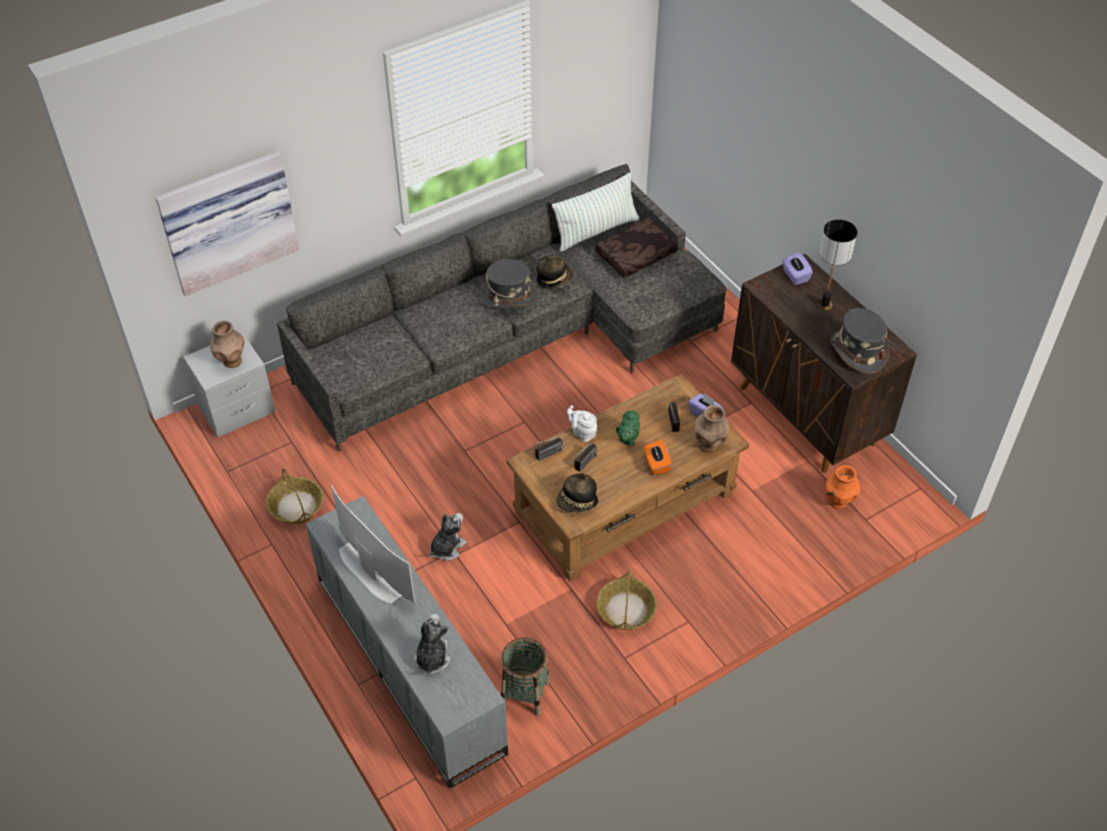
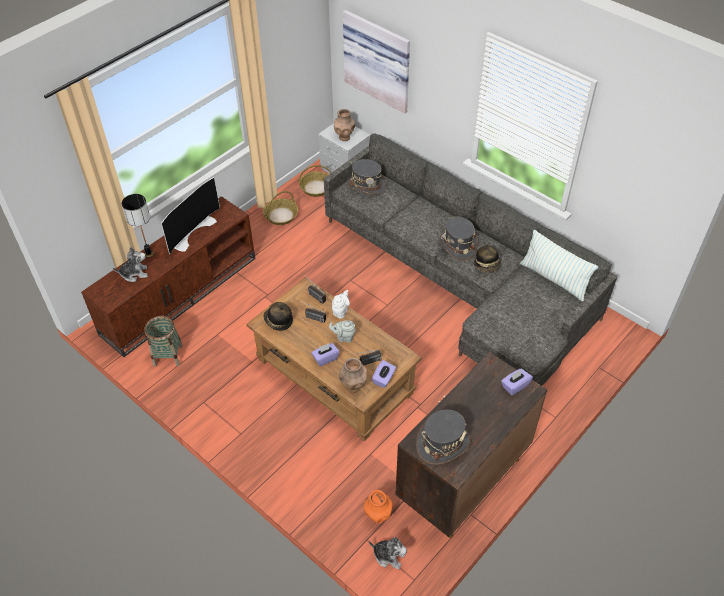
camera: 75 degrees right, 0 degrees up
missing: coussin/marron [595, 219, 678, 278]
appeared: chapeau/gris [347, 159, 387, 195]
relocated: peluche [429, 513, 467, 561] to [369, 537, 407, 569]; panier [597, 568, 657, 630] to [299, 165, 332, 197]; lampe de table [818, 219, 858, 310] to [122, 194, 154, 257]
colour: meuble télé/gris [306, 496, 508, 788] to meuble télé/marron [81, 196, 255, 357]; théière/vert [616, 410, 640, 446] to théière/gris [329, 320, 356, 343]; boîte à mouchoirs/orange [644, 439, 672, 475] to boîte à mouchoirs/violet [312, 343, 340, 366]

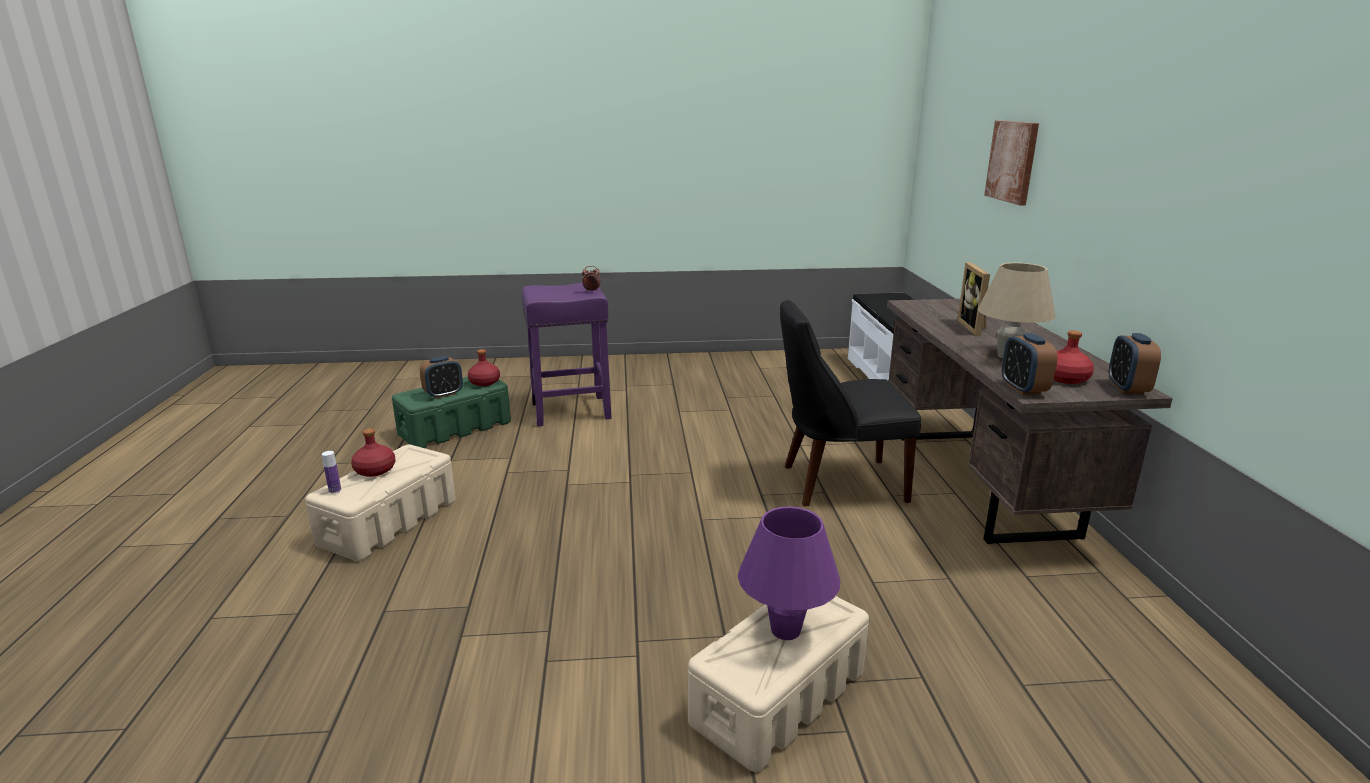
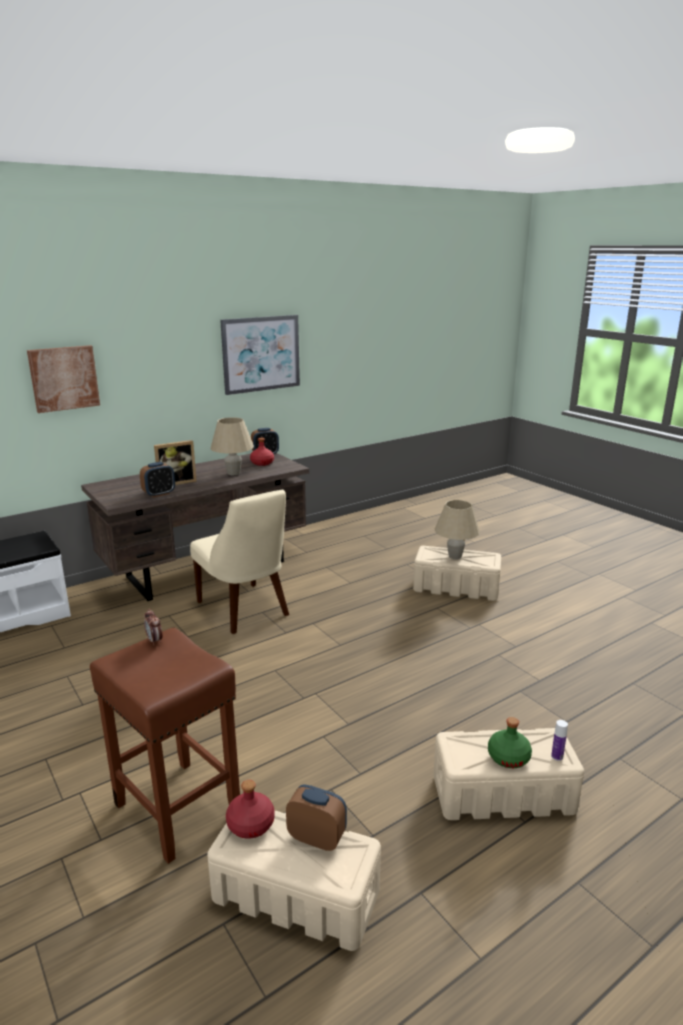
camera: 120 degrees left, 0 degrees up
appeared: tableau [220, 315, 300, 395]
relocated: réveil [1002, 333, 1057, 395] to [140, 462, 175, 497]
colour: bouteille/rouge [351, 428, 396, 477] to bouteille/vert [488, 717, 532, 768]; boîte de rangement/vert [392, 377, 511, 448] to boîte de rangement/beige [207, 810, 381, 951]; tabouret/violet [522, 283, 612, 426] to tabouret/marron [90, 628, 240, 864]; lampe de table/violet [738, 506, 840, 640] to lampe de table/beige [435, 500, 480, 559]; chaise/noir [780, 300, 921, 506] to chaise/beige [190, 490, 289, 634]

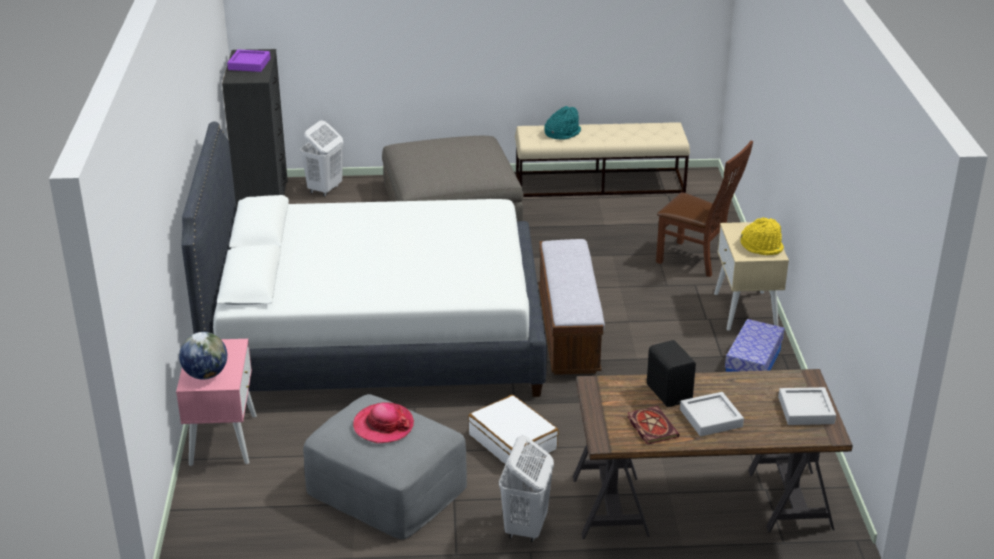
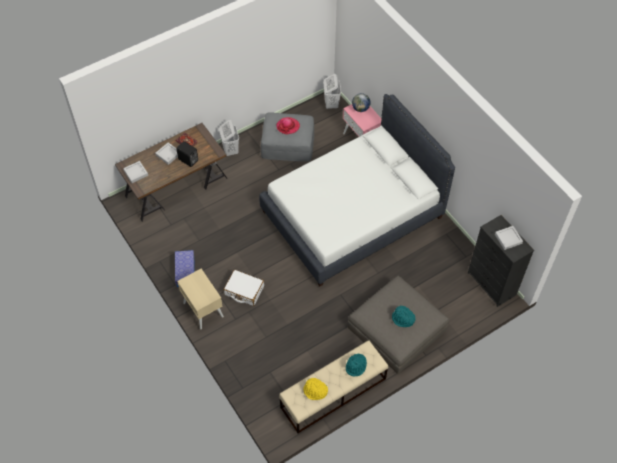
camera: 150 degrees right, 25 degrees up
missing: banc [539, 239, 605, 375]; chaise/marron [656, 141, 753, 277]
appeared: chapeau/turquoise [392, 306, 416, 327]
relocated: panier à linge/blanc [300, 121, 343, 197] to [323, 74, 341, 109]; valise/blanc [468, 395, 559, 465] to [223, 269, 264, 306]; chapeau/jaune [741, 217, 784, 255] to [303, 378, 328, 400]
colour: plateau/violet [227, 49, 271, 72] to plateau/gris [495, 226, 523, 250]

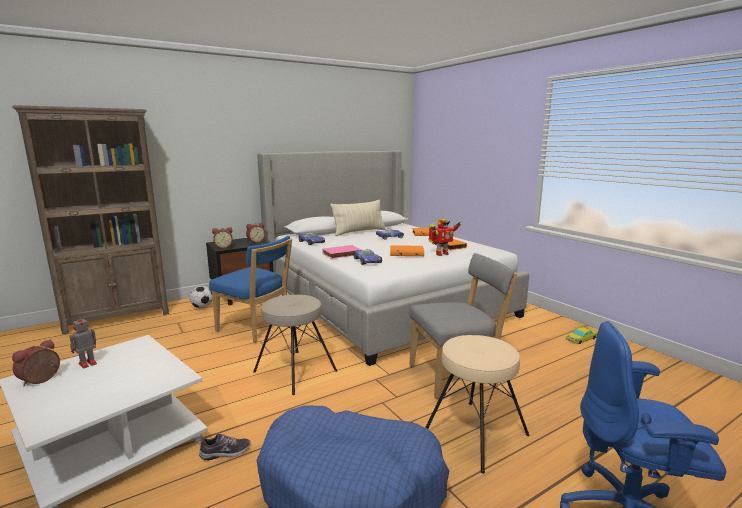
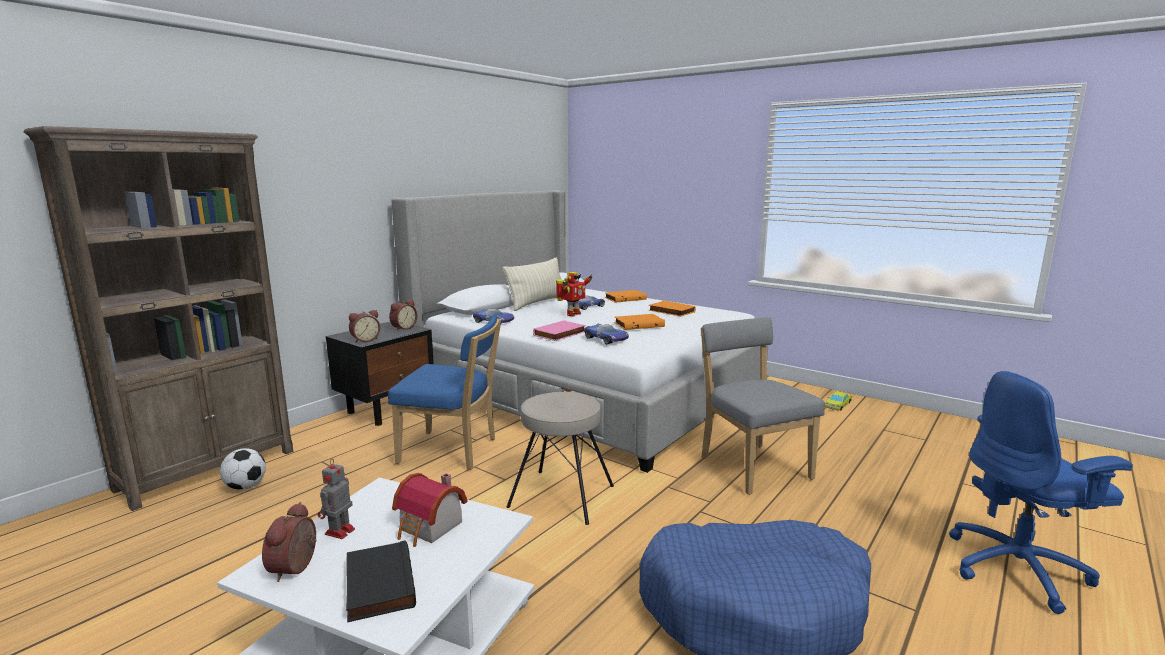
camera: 20 degrees left, 0 degrees up
missing: chaussure [199, 434, 251, 460]; tabouret/beige [425, 335, 530, 474]
appeared: livre/noir [346, 540, 416, 622]; maison miniature [392, 473, 467, 547]
relocated: ballon de foot [190, 286, 213, 308] to [220, 448, 266, 490]; robot jouet [429, 219, 461, 256] to [556, 272, 593, 316]
spun: chaise/gris [409, 253, 517, 399] = [701, 317, 825, 495] 75 degrees counterclockwise

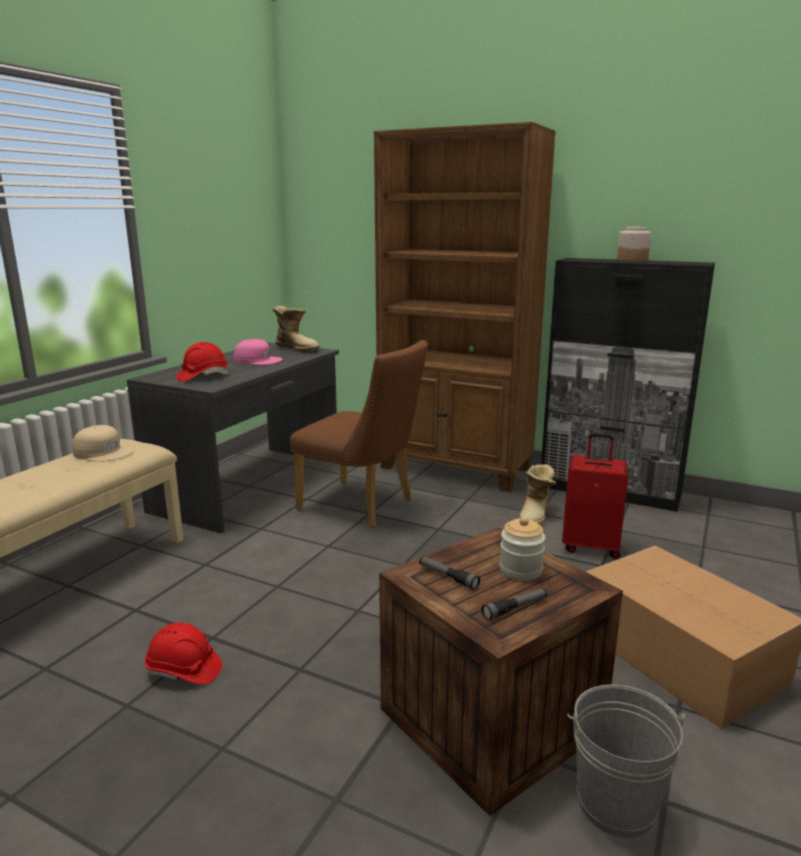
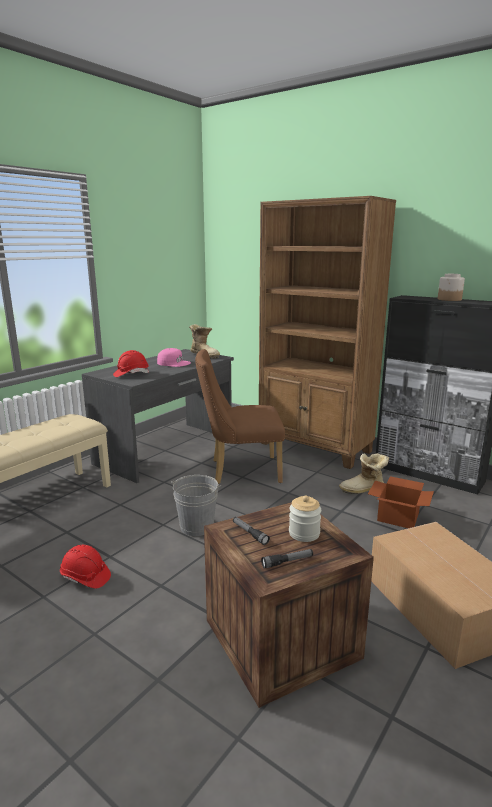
camera: 10 degrees right, 0 degrees up
missing: casquette/beige [72, 425, 134, 462]
relocated: seau/gris [567, 684, 685, 838] to [171, 475, 221, 536]
exchanged: valise/rouge [562, 433, 628, 559] to carton [368, 476, 434, 528]
spun: chaise/marron [290, 340, 428, 528] = [195, 349, 285, 484] 135 degrees clockwise; botte [518, 464, 556, 525] = [339, 453, 389, 494] 45 degrees clockwise

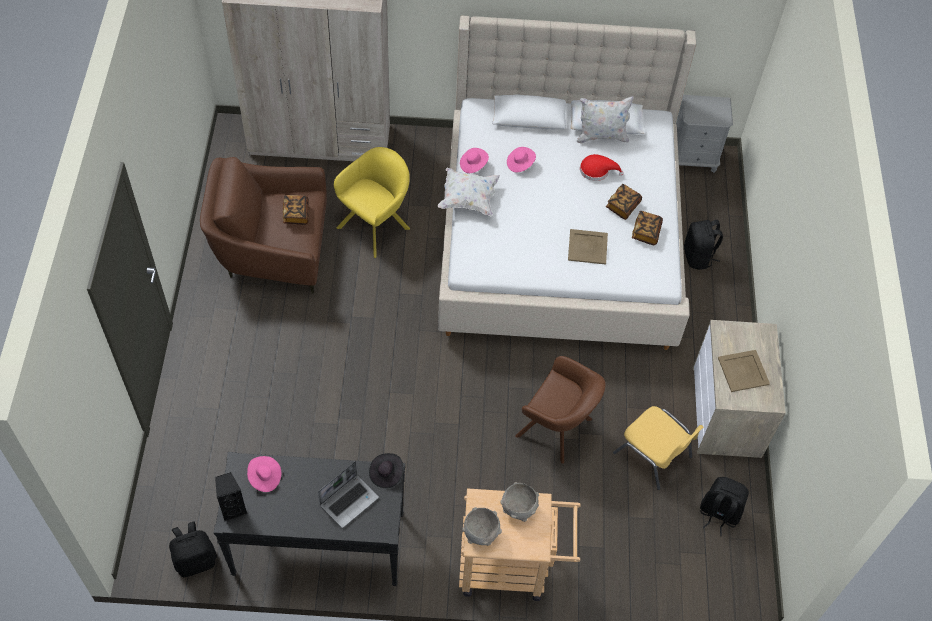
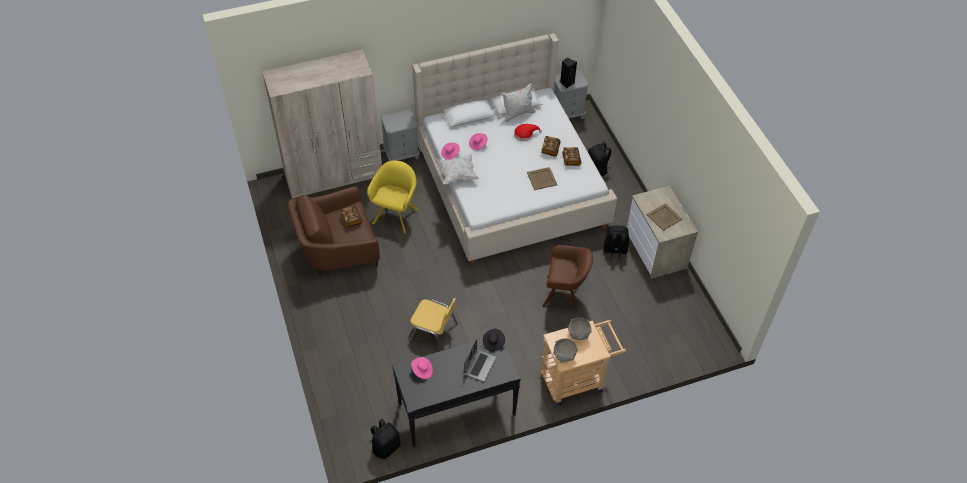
camera: 20 degrees left, 5 degrees down
appeared: table de chevet/gris [380, 109, 420, 161]
relocated: enceinte/noir [215, 472, 248, 522] to [560, 58, 577, 89]; chaise/jaune [613, 406, 704, 490] to [408, 298, 458, 350]; sac à dos/noir [700, 477, 749, 536] to [603, 225, 629, 261]

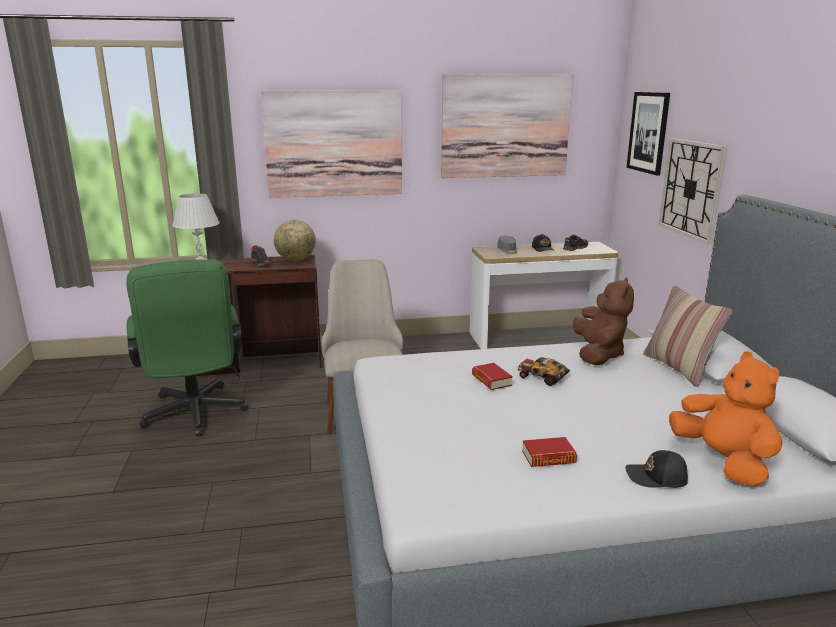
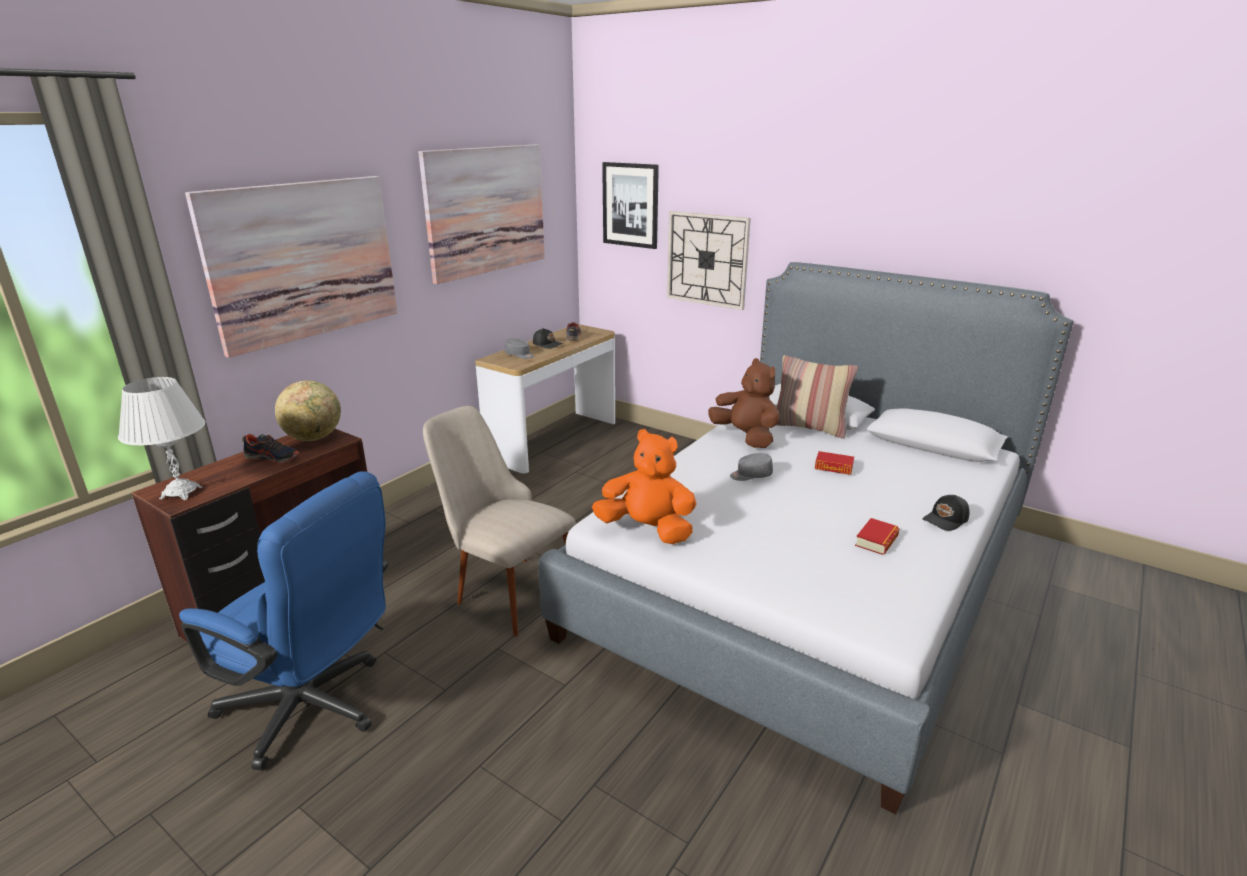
camera: 45 degrees left, 5 degrees up
relocated: livre [472, 363, 513, 390] to [815, 451, 854, 475]; peluche/orange [669, 351, 782, 486] to [592, 429, 697, 544]
exchanged: petite voiture [517, 357, 570, 386] to casquette/gris [730, 453, 773, 481]
colour: chaise de bureau/vert [126, 259, 249, 437] to chaise de bureau/bleu [179, 471, 388, 770]

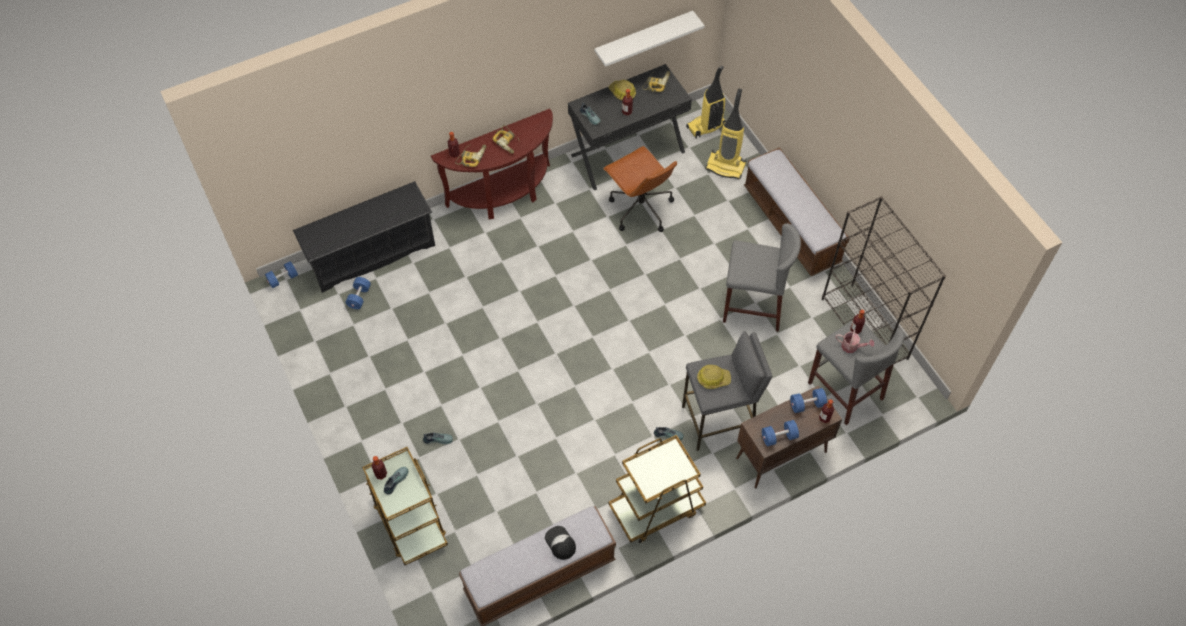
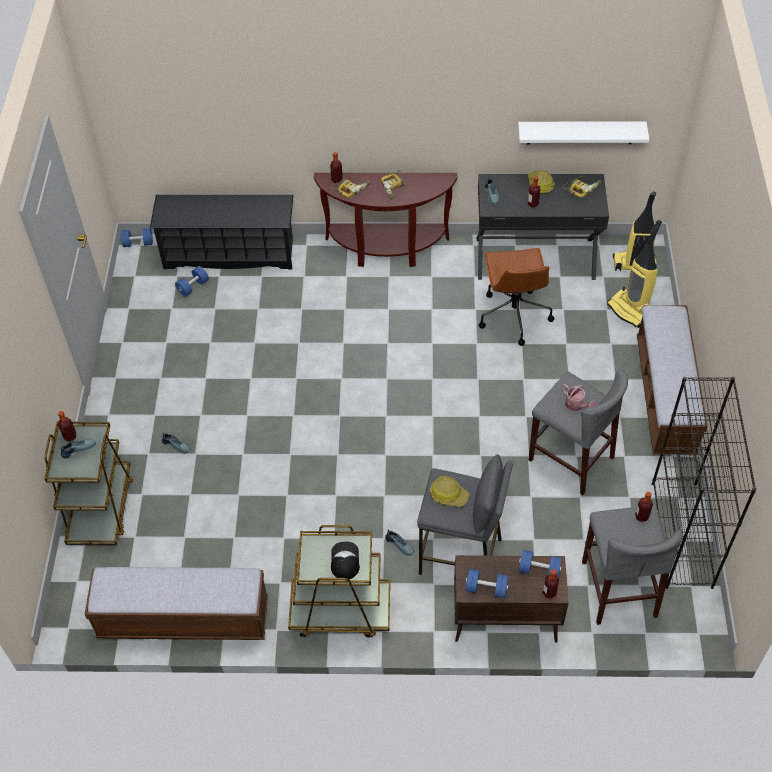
camera: 30 degrees right, 5 degrees down
relocated: casquette [545, 526, 576, 560] to [331, 542, 360, 579]; arrosoir [835, 330, 874, 353] to [562, 384, 596, 411]

